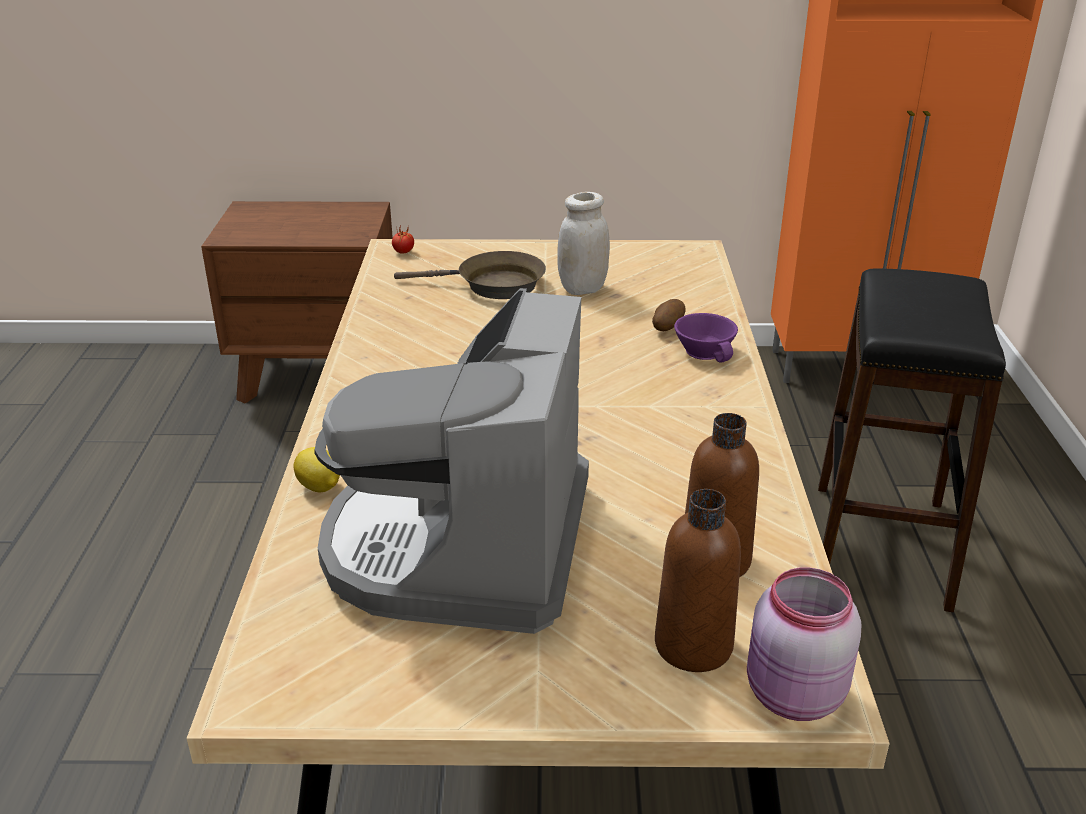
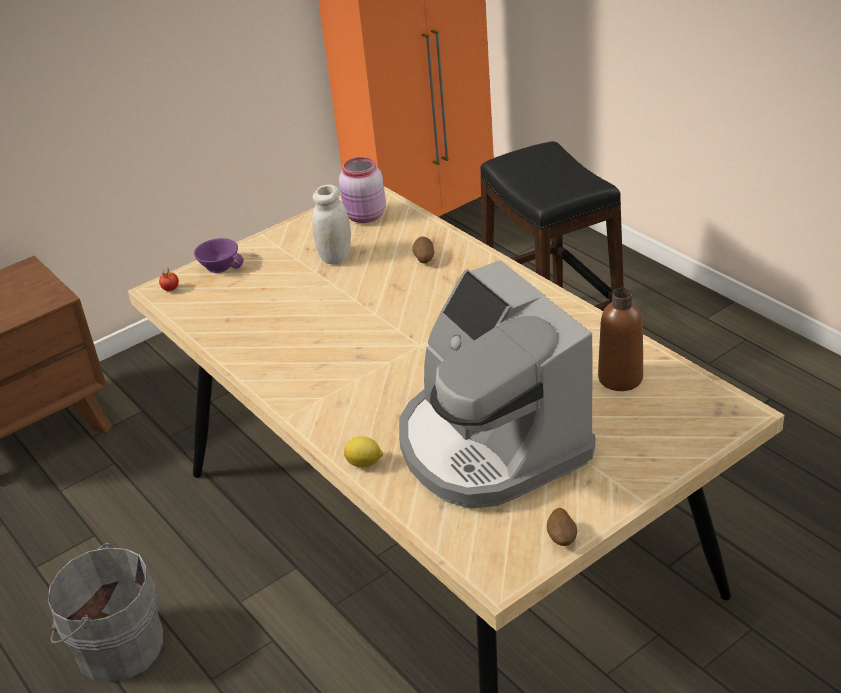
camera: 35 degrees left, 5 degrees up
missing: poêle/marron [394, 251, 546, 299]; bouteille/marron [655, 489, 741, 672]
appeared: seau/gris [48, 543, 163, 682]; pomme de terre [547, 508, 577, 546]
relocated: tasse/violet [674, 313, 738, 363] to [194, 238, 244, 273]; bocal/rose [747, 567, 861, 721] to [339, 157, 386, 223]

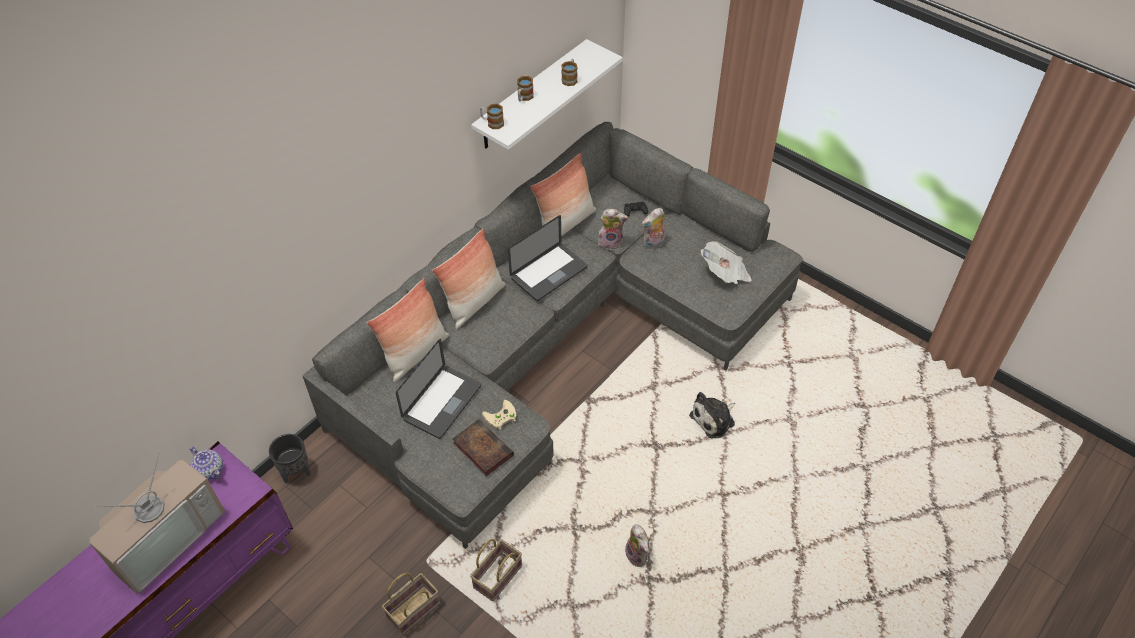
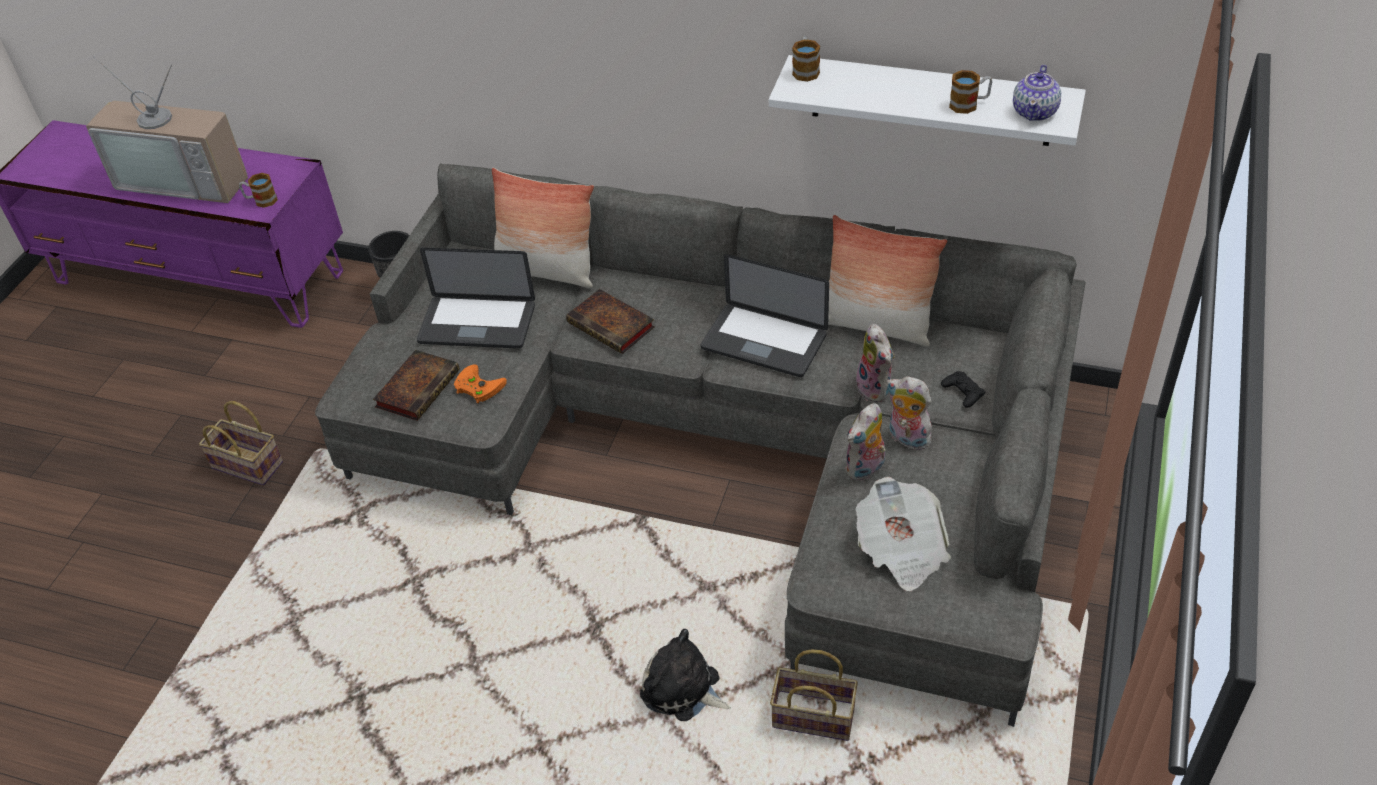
camera: 70 degrees right, 5 degrees down
missing: coussin [432, 228, 505, 329]
appeared: livre [566, 289, 654, 354]
relocated: théière [190, 447, 223, 480] to [1013, 65, 1061, 121]; panier [470, 539, 522, 602] to [770, 649, 858, 741]; mug [517, 76, 534, 102] to [239, 173, 278, 208]; peluche [625, 524, 651, 567] to [845, 403, 886, 481]
colour: manette/beige [482, 400, 516, 430] to manette/orange [454, 364, 507, 403]

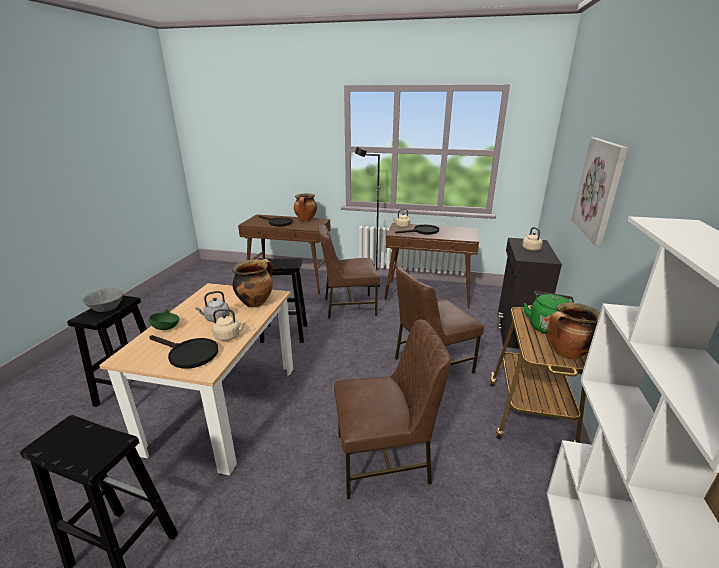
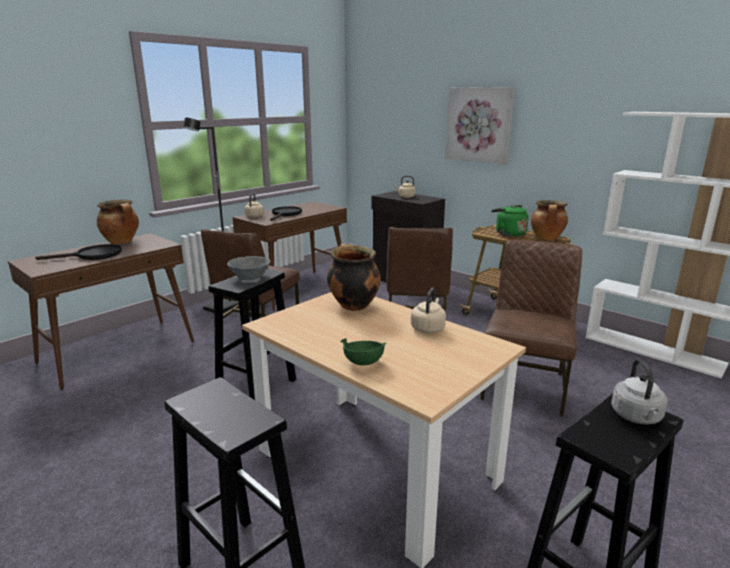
camera: 60 degrees left, 5 degrees down
missing: poêle/noir [149, 335, 218, 369]
relocated: bol/gris [83, 288, 124, 312] to [227, 256, 270, 280]; bouilloire/gris [195, 291, 230, 322] to [611, 359, 667, 425]

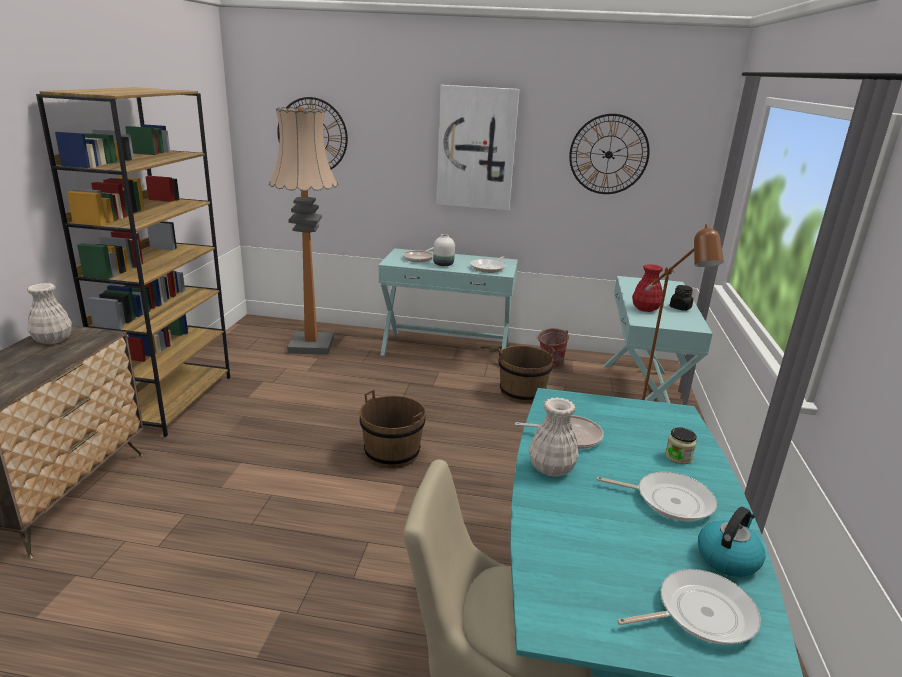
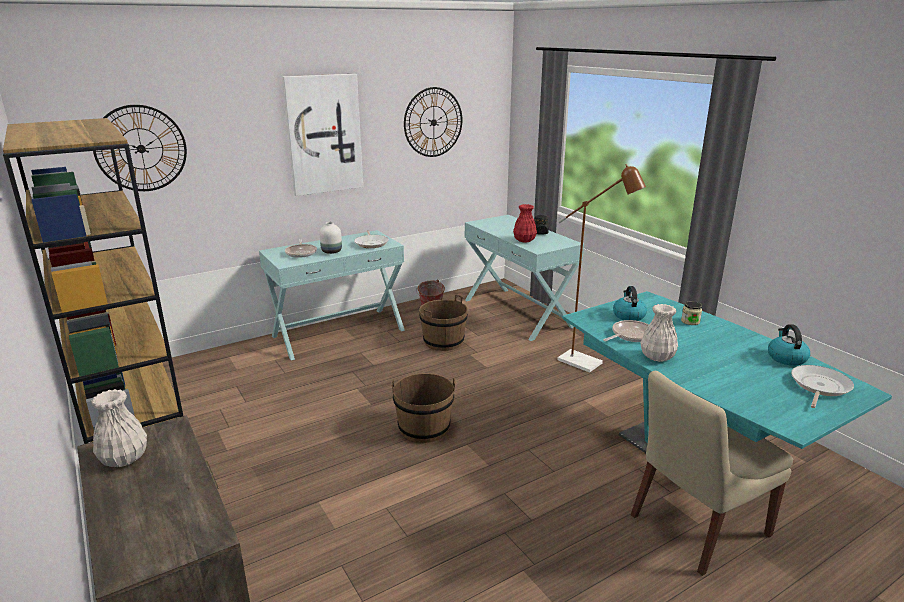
camera: 40 degrees left, 0 degrees up
missing: lampadaire [269, 107, 338, 355]; poêle [597, 472, 717, 521]
appeared: bouilloire [613, 286, 647, 321]

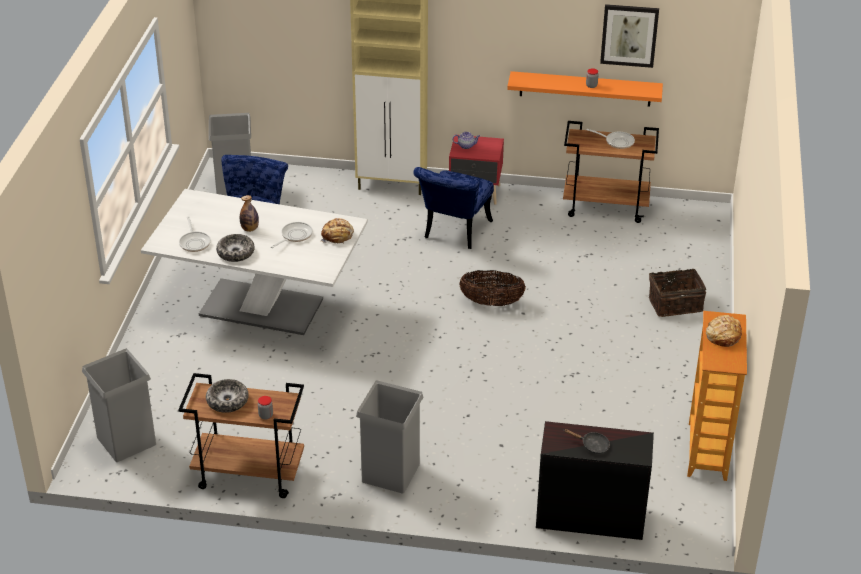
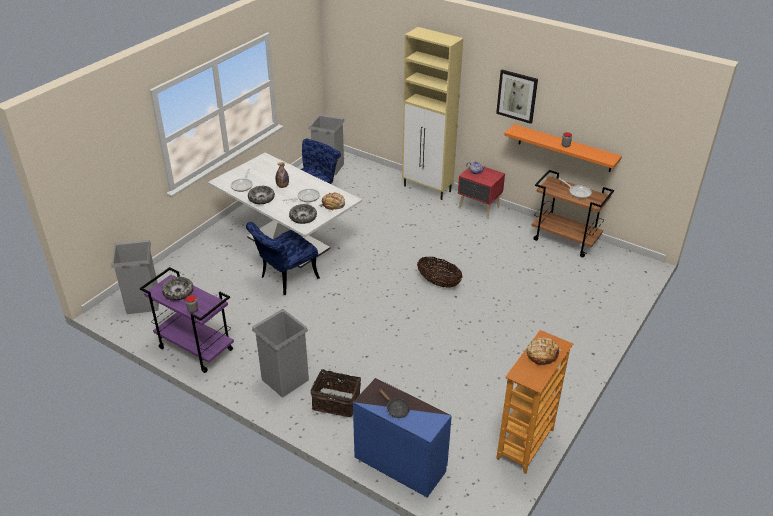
camera: 25 degrees right, 0 degrees up
appeared: bol [289, 204, 317, 224]
relocated: chaise/bleu [413, 167, 494, 249] to [246, 222, 320, 295]; tableau [600, 4, 659, 68] to [496, 69, 538, 124]; panier [649, 267, 706, 317] to [310, 369, 361, 417]
colour: chariot/marron [178, 373, 304, 498] to chariot/violet [140, 267, 234, 373]; commode/noir [536, 421, 654, 540] to commode/bleu [353, 378, 452, 498]

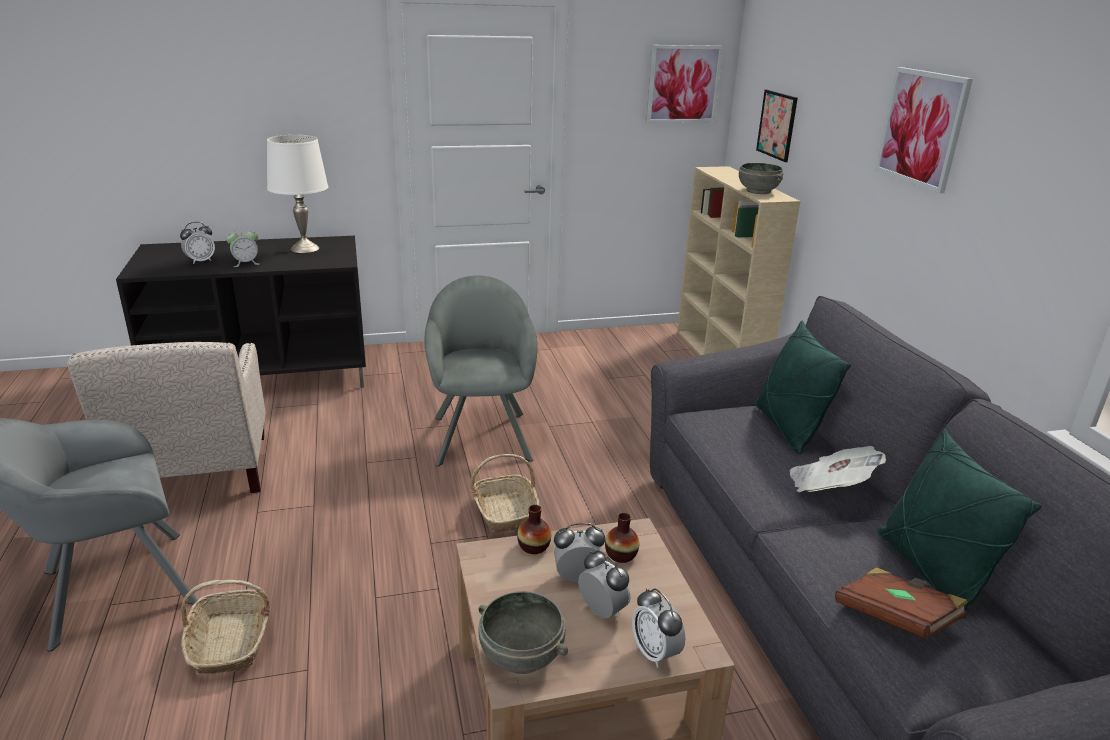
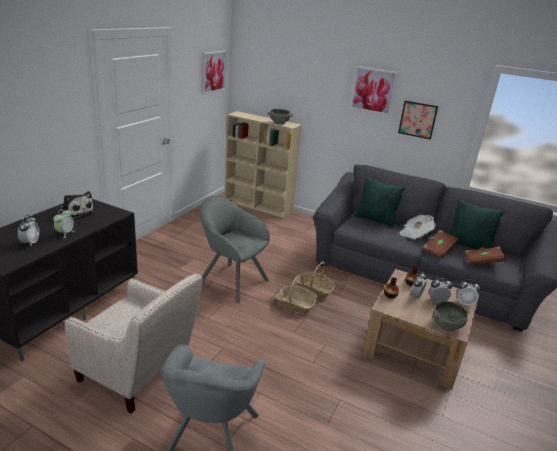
camera: 50 degrees left, 0 degrees up
appeared: livre/marron [423, 230, 459, 258]
relocated: panier [181, 580, 270, 674] to [297, 261, 335, 299]; tableau [756, 90, 798, 162] to [398, 101, 438, 140]
exchanged: lampe de table/blanc [267, 135, 328, 253] to peluche [59, 191, 95, 219]

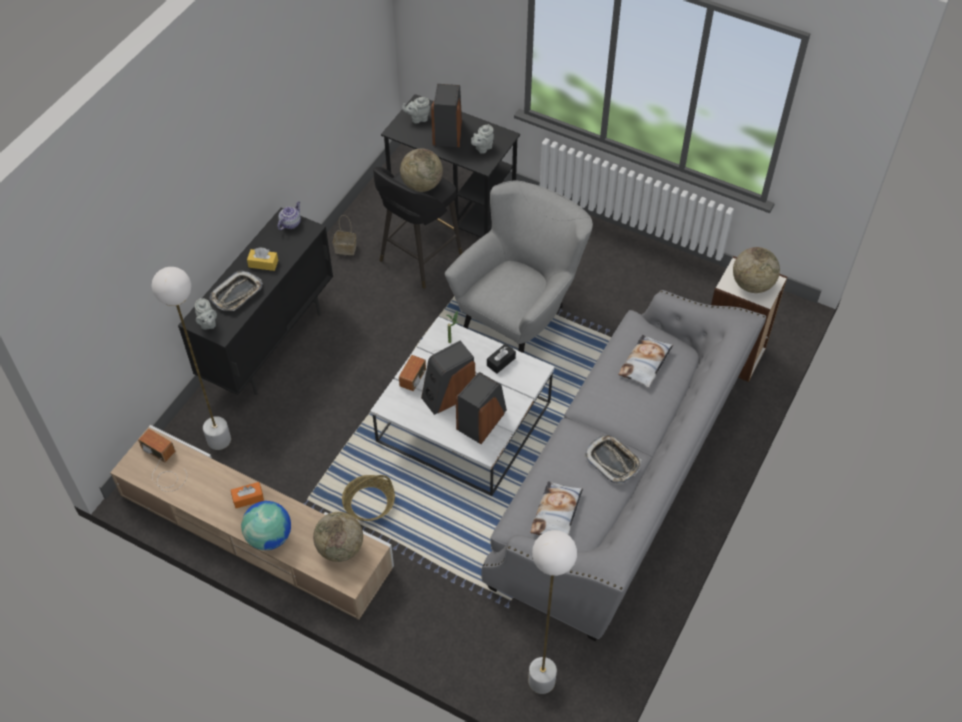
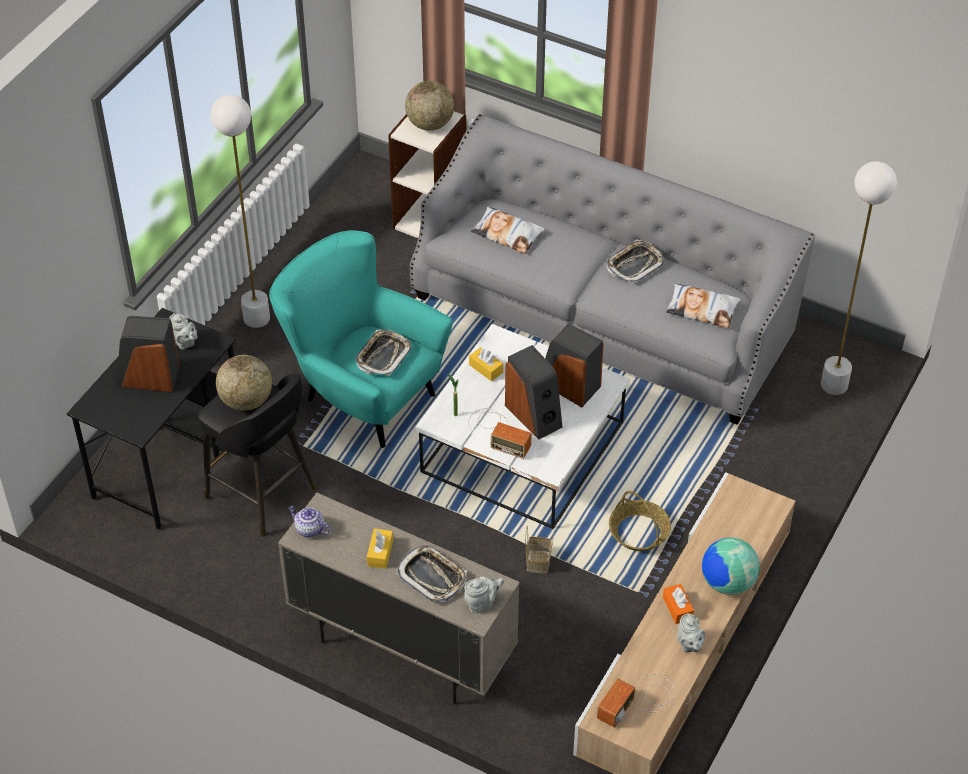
camera: 90 degrees left, 5 degrees down
missing: globe [313, 512, 363, 562]
appeared: plateau [356, 330, 412, 376]
relocated: lampadaire/blanc [151, 267, 231, 450] to [211, 95, 270, 328]; panier [333, 215, 356, 255] to [525, 526, 555, 573]; théière/gris [402, 97, 430, 124] to [677, 614, 706, 652]
colour: meuble de rangement/noir [178, 208, 333, 395] to meuble de rangement/beige [278, 493, 520, 705]; fauteuil/gris [445, 180, 593, 353] to fauteuil/turquoise [269, 230, 453, 448]; boîte à mouchoirs/noir [487, 343, 516, 374] to boîte à mouchoirs/jaune [469, 347, 503, 381]

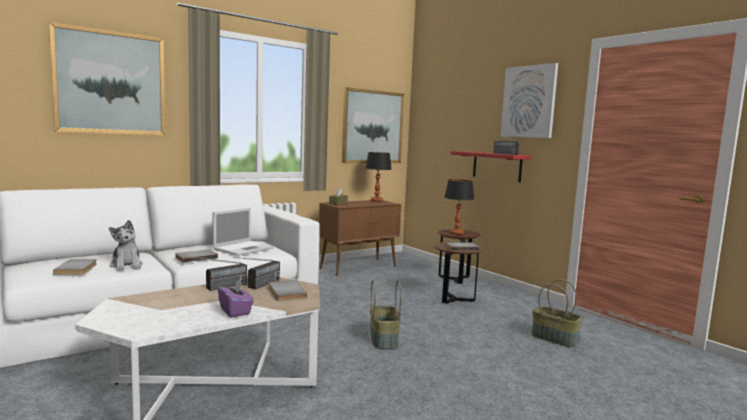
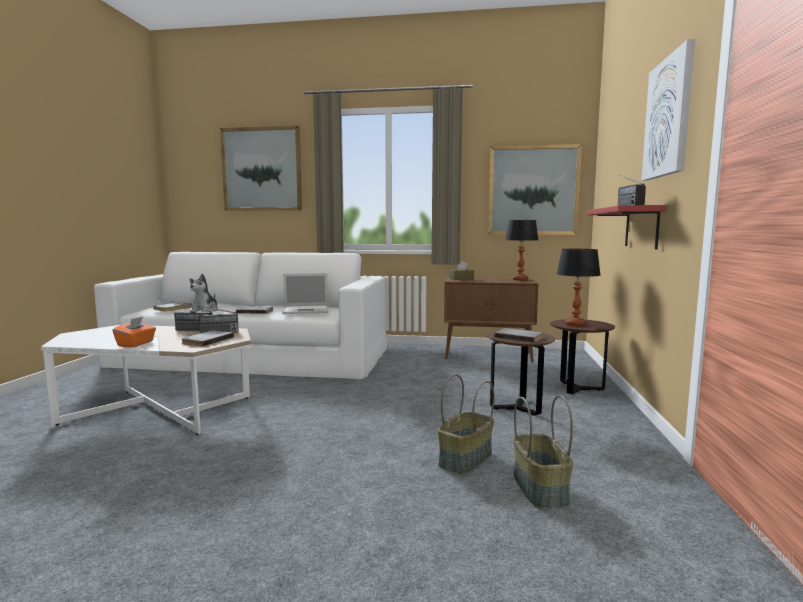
camera: 45 degrees right, 0 degrees up
relocated: panier [370, 280, 402, 349] to [437, 374, 495, 475]
colour: boîte à mouchoirs/violet [218, 279, 254, 317] to boîte à mouchoirs/orange [113, 317, 156, 347]

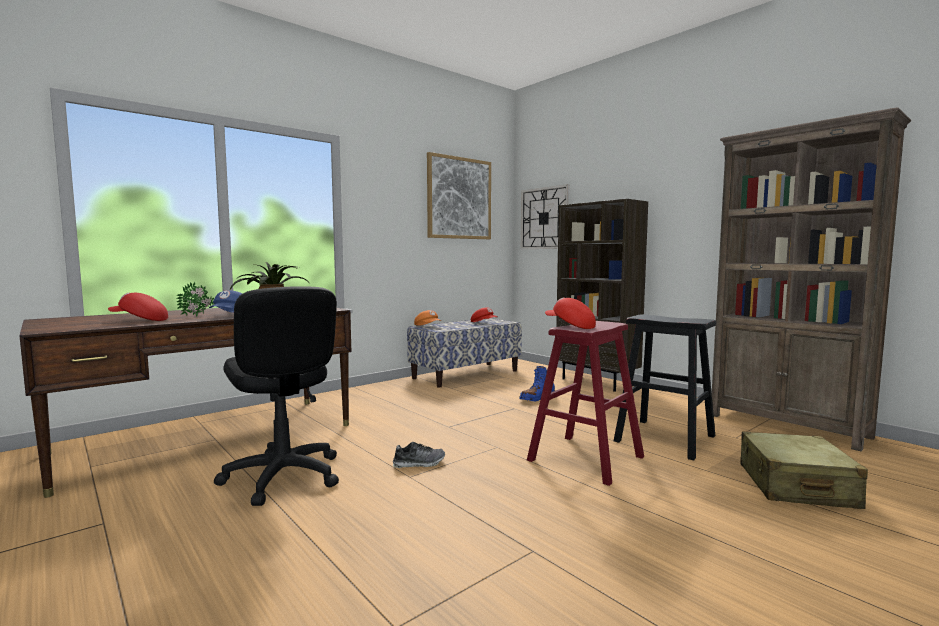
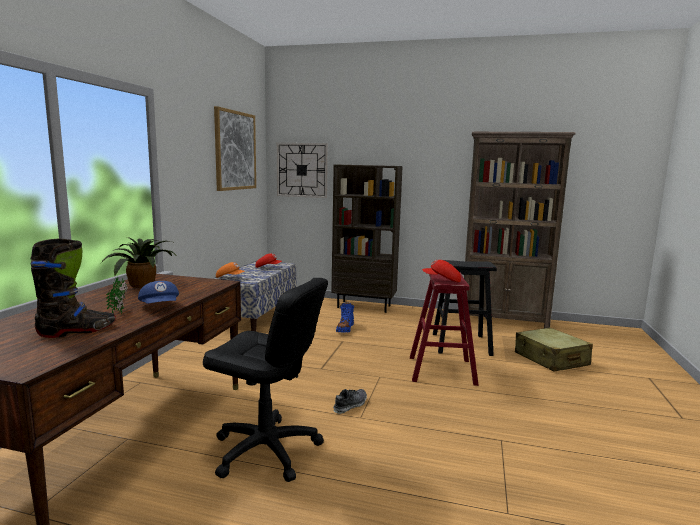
camera: 35 degrees left, 5 degrees up
exchanged: casquette/rouge [108, 293, 168, 321] to botte/noir [31, 238, 116, 338]

